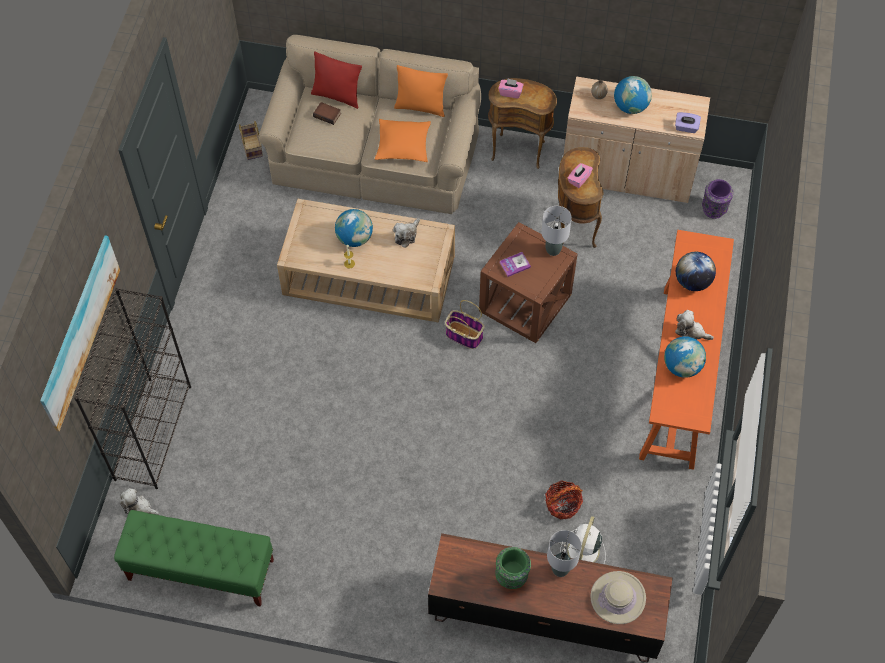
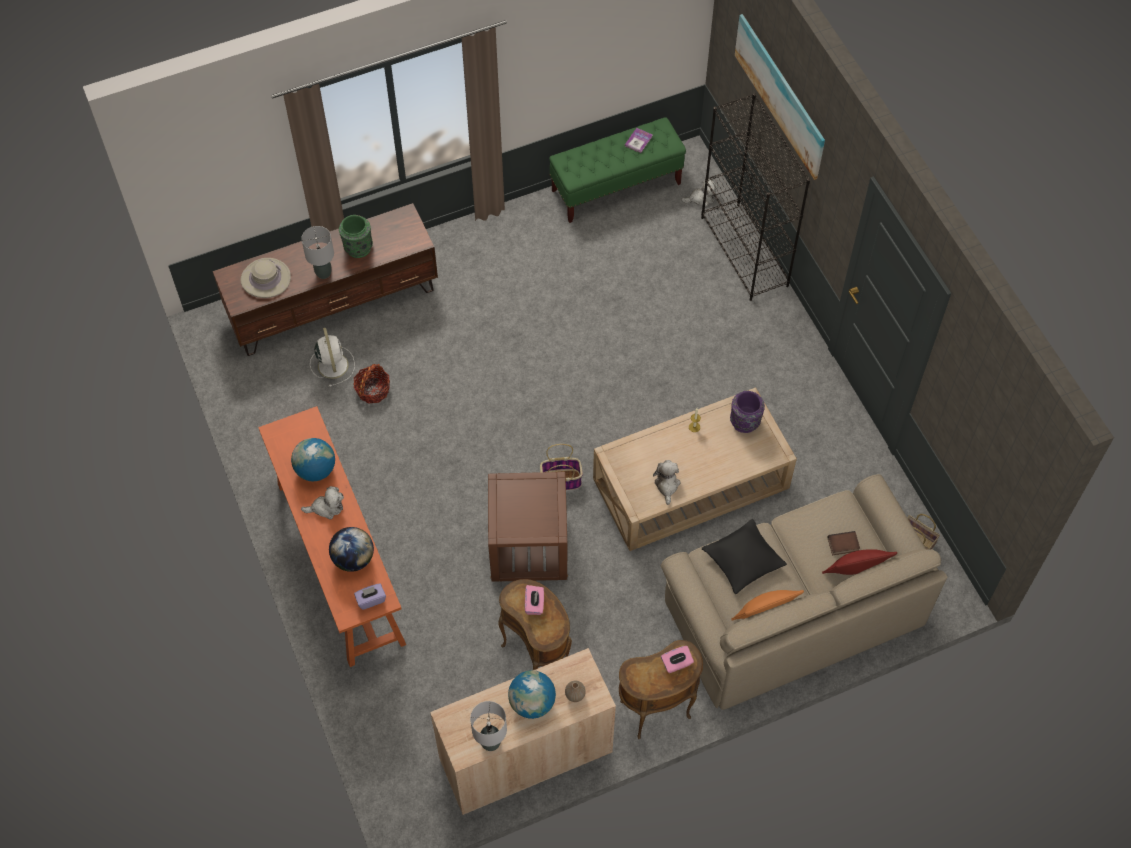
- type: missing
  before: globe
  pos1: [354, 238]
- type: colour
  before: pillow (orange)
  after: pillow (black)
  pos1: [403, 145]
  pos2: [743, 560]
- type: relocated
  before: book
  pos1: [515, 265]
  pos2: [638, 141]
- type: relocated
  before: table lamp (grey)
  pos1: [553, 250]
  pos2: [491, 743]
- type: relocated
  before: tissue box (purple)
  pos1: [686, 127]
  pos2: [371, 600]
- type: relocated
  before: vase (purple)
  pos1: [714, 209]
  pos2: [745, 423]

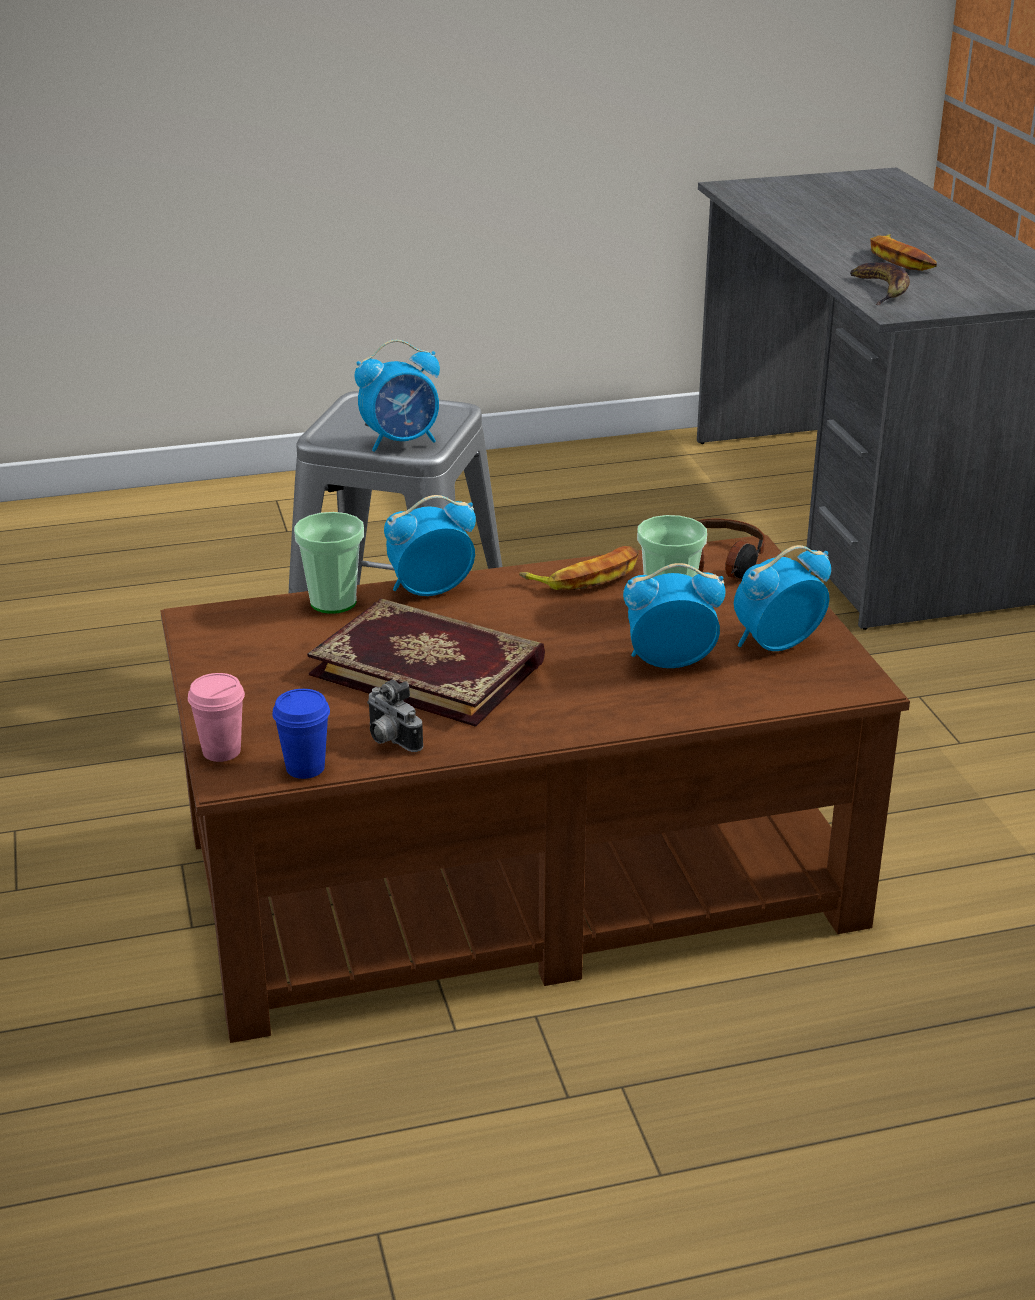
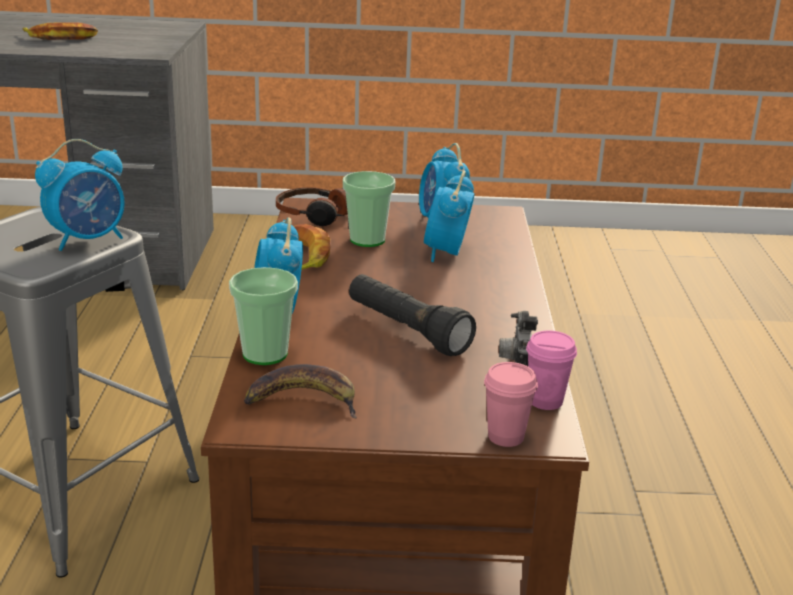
- type: colour
  before: cup (blue)
  after: cup (pink)
  pos1: [305, 768]
  pos2: [545, 401]
- type: exchanged
  before: book
  after: flashlight (black)
  pos1: [429, 667]
  pos2: [406, 331]
- type: spun
  before: alarm clock
  pos1: [401, 442]
  pos2: [88, 240]
  turn: 60
- type: spun
  before: photo camera
  pos1: [390, 740]
  pos2: [515, 361]
  turn: 120
- type: relocated
  before: banana
  pos1: [881, 290]
  pos2: [304, 400]

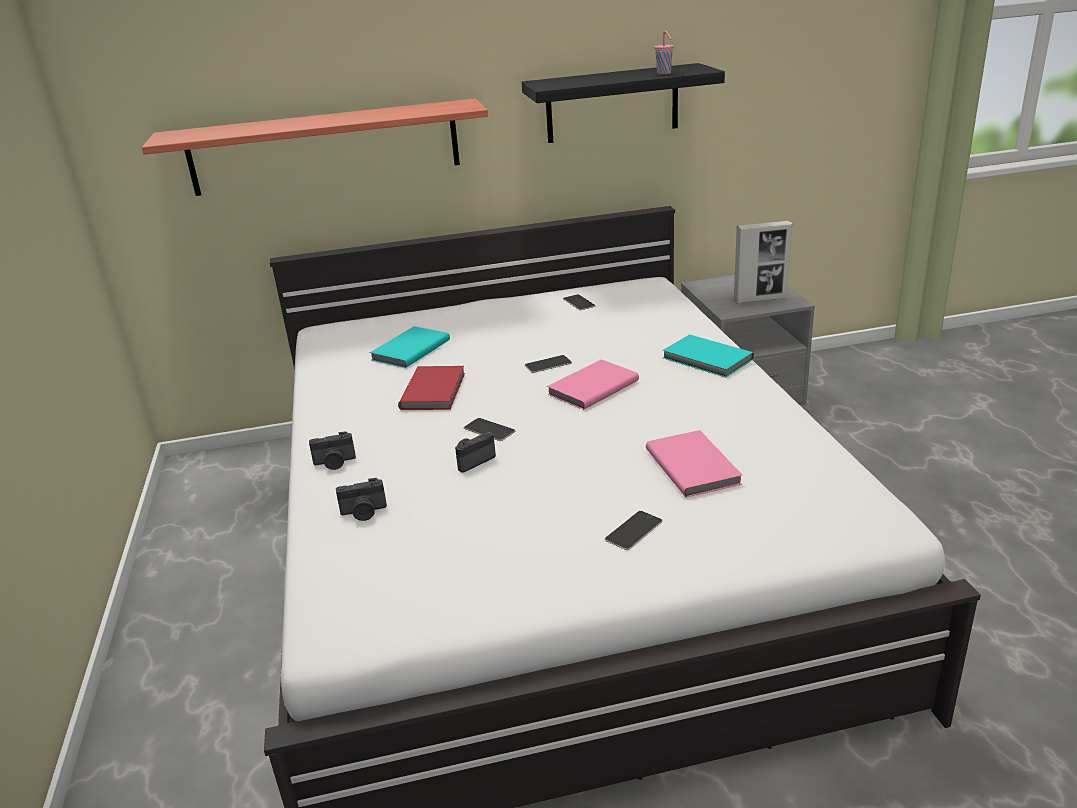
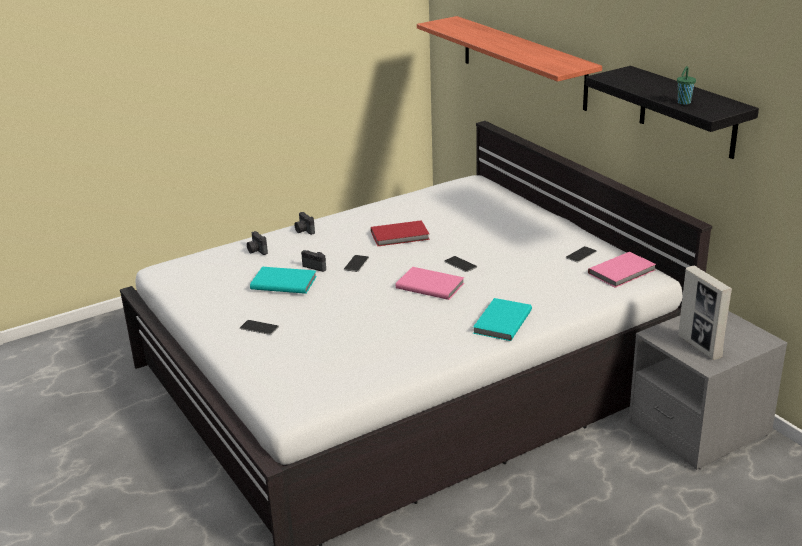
- type: relocated
  before: book (turquoise)
  pos1: [409, 350]
  pos2: [283, 282]
- type: relocated
  before: book (pink)
  pos1: [694, 465]
  pos2: [623, 272]
- type: colour
  before: cup (pink)
  after: cup (green)
  pos1: [664, 73]
  pos2: [683, 103]

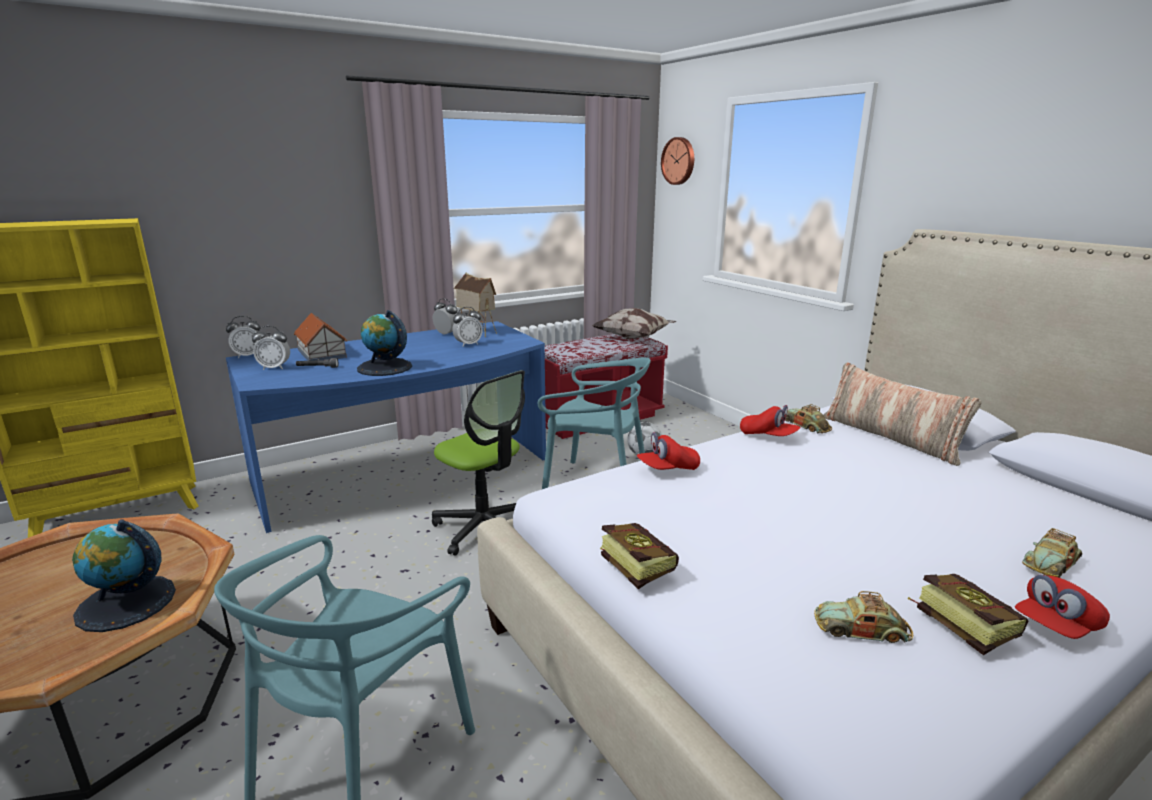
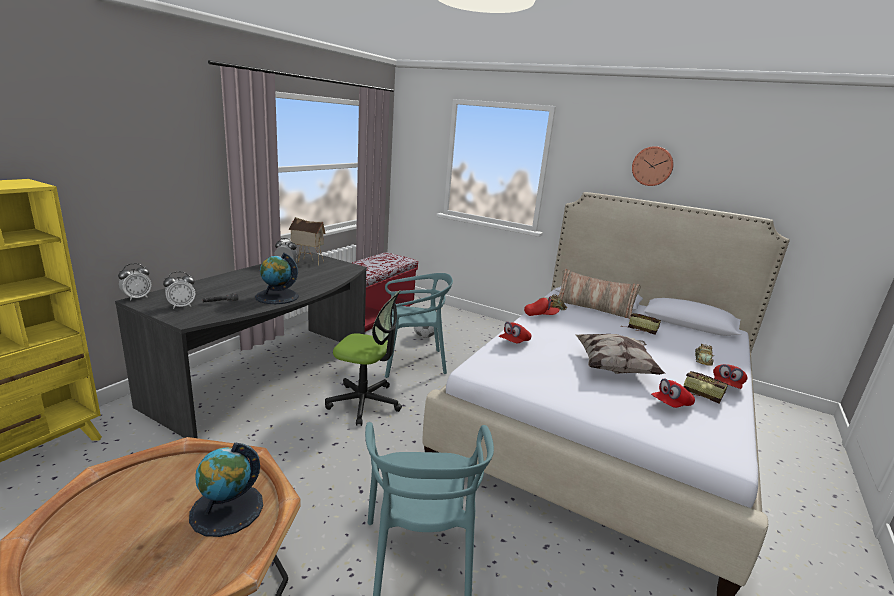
- type: colour
  before: desk (blue)
  after: desk (grey)
  pos1: [406, 474]
  pos2: [269, 376]
- type: missing
  before: toy house
  pos1: [322, 353]
- type: missing
  before: alarm clock
  pos1: [468, 344]
- type: relocated
  before: pillow
  pos1: [634, 338]
  pos2: [614, 368]
- type: relocated
  before: book
  pos1: [632, 566]
  pos2: [639, 329]
- type: relocated
  before: wall clock
  pos1: [679, 161]
  pos2: [652, 166]
- type: exchanged
  before: toy car
  after: cap (red)
  pos1: [861, 629]
  pos2: [670, 404]

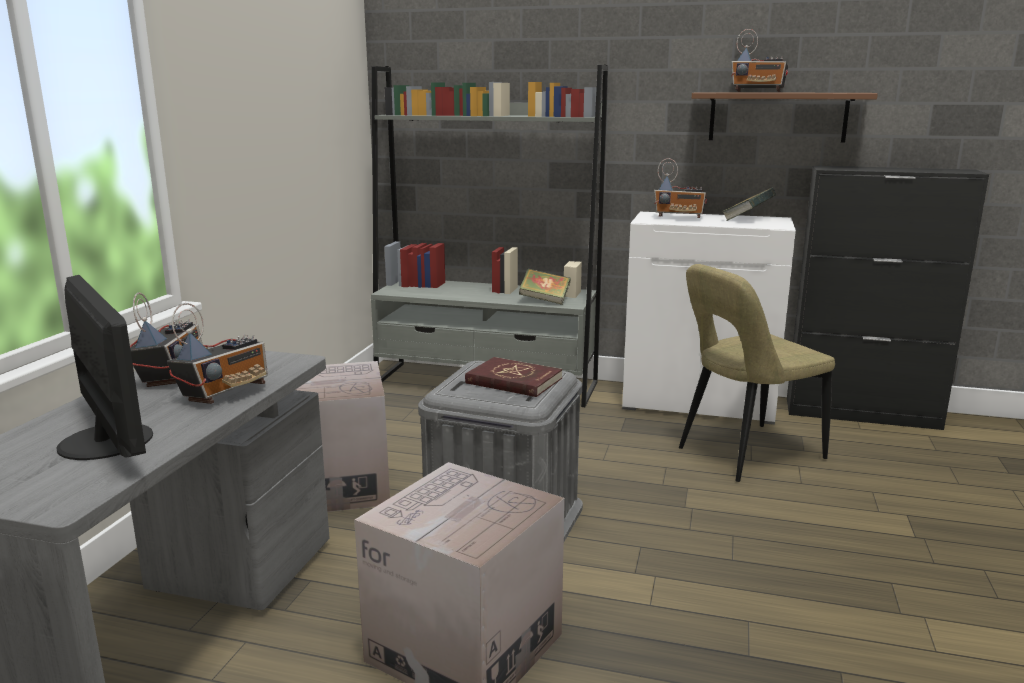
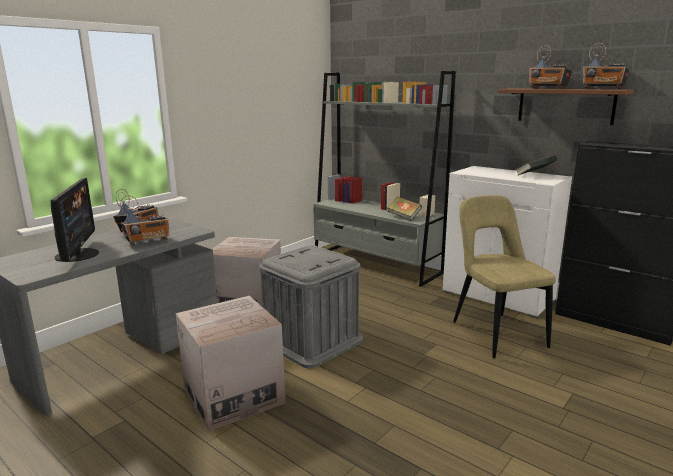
- type: missing
  before: book (red)
  pos1: [513, 381]
- type: relocated
  before: radio
  pos1: [679, 218]
  pos2: [603, 89]
- type: spun
  before: chair (beige)
  pos1: [745, 454]
  pos2: [495, 332]
  turn: 75

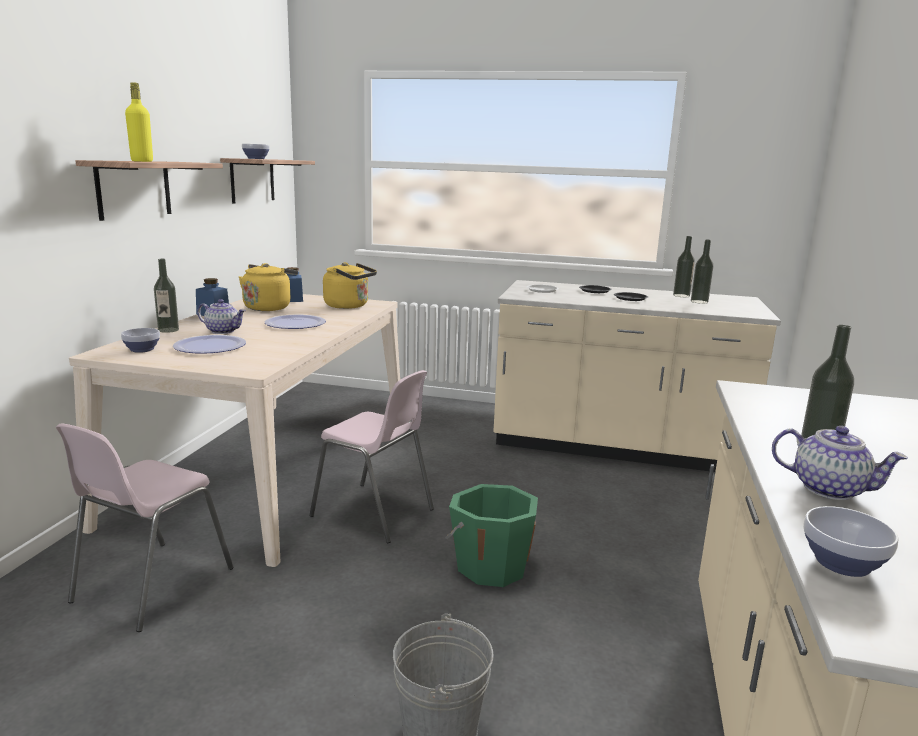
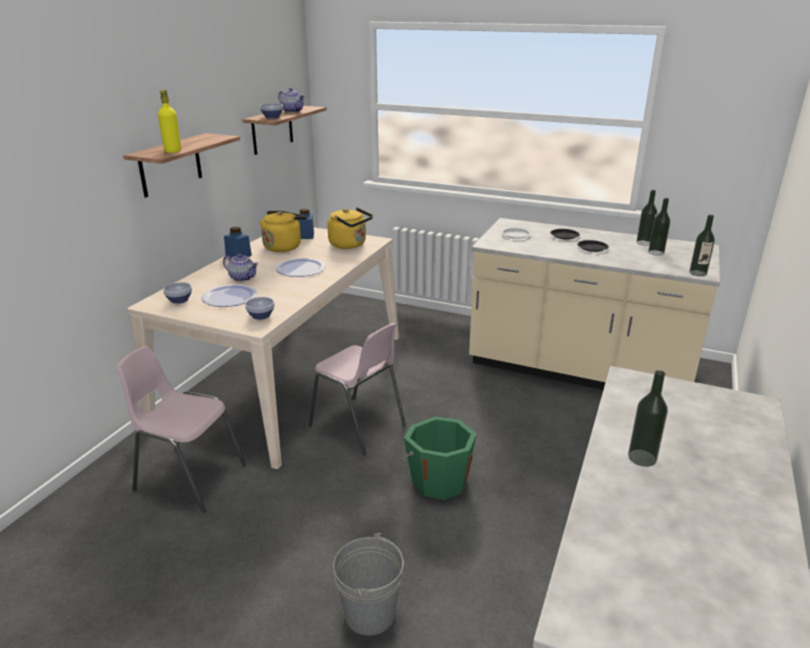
- type: spun
  before: chair (pink)
  pos1: [151, 585]
  pos2: [189, 477]
  turn: 75
- type: relocated
  before: bottle
  pos1: [168, 330]
  pos2: [698, 273]
- type: relocated
  before: teapot
  pos1: [829, 489]
  pos2: [293, 111]
- type: relocated
  before: bowl
  pos1: [843, 565]
  pos2: [260, 316]

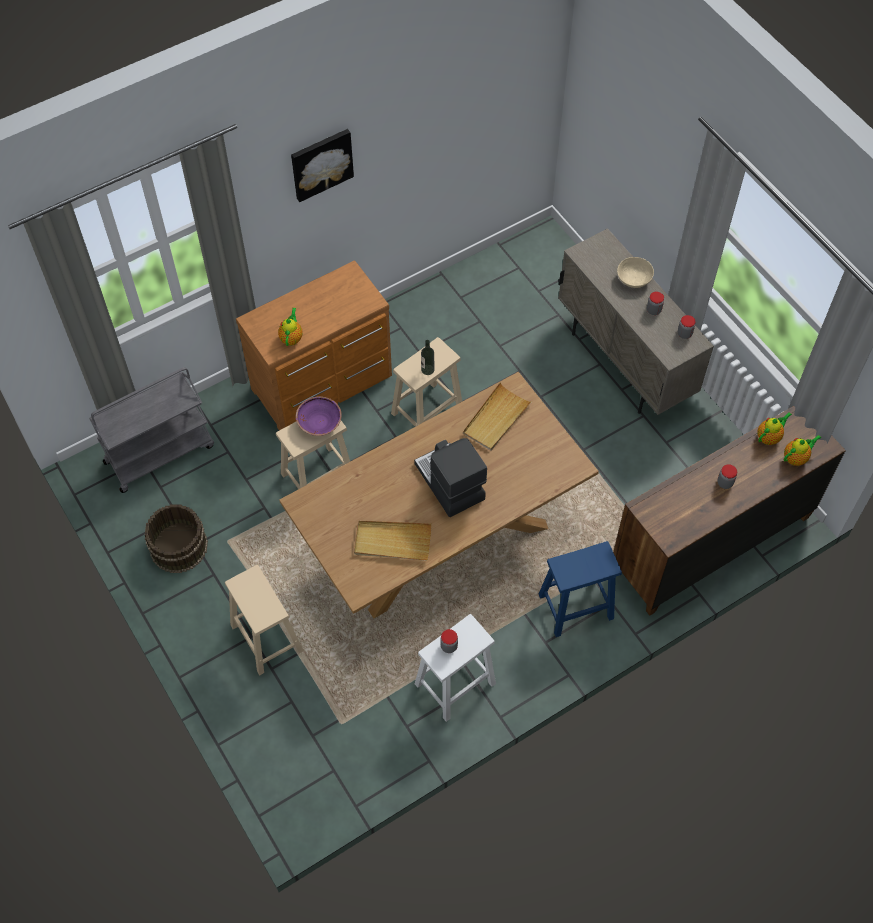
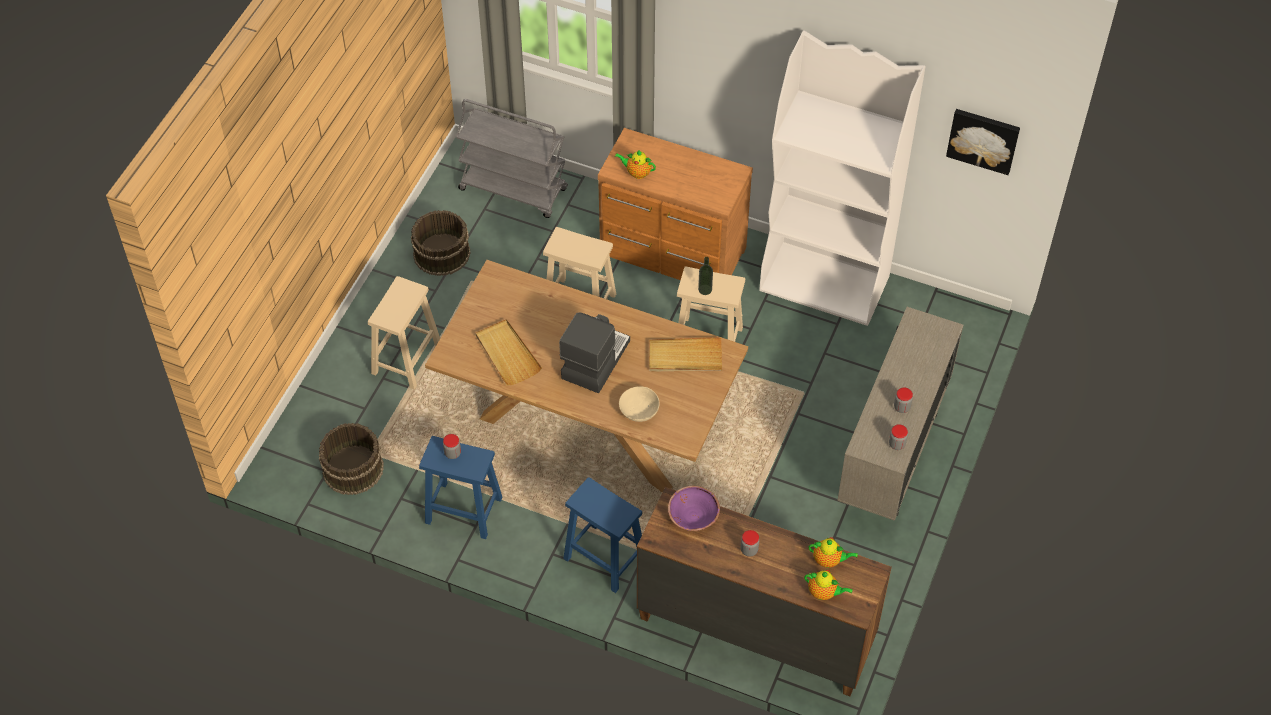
- type: spun
  before: teapot
  pos1: [291, 337]
  pos2: [637, 173]
  turn: -135
- type: relocated
  before: picture
  pos1: [321, 163]
  pos2: [983, 139]
- type: relocated
  before: bowl (purple)
  pos1: [319, 423]
  pos2: [693, 516]
- type: colour
  before: stool (white)
  after: stool (blue)
  pos1: [454, 685]
  pos2: [462, 510]
- type: relocated
  before: bowl (beige)
  pos1: [634, 280]
  pos2: [639, 411]
- type: appeared
  after: bucket (brown)
  pos2: [352, 468]
- type: appeared
  after: bookcase (white)
  pos2: [825, 283]

